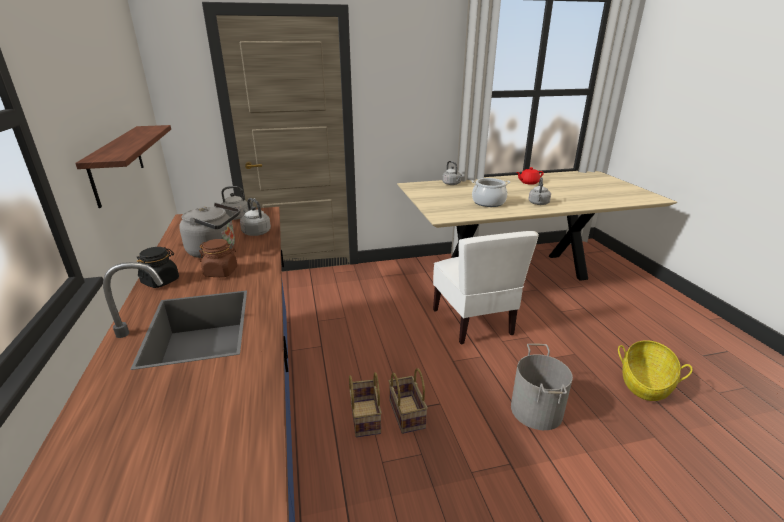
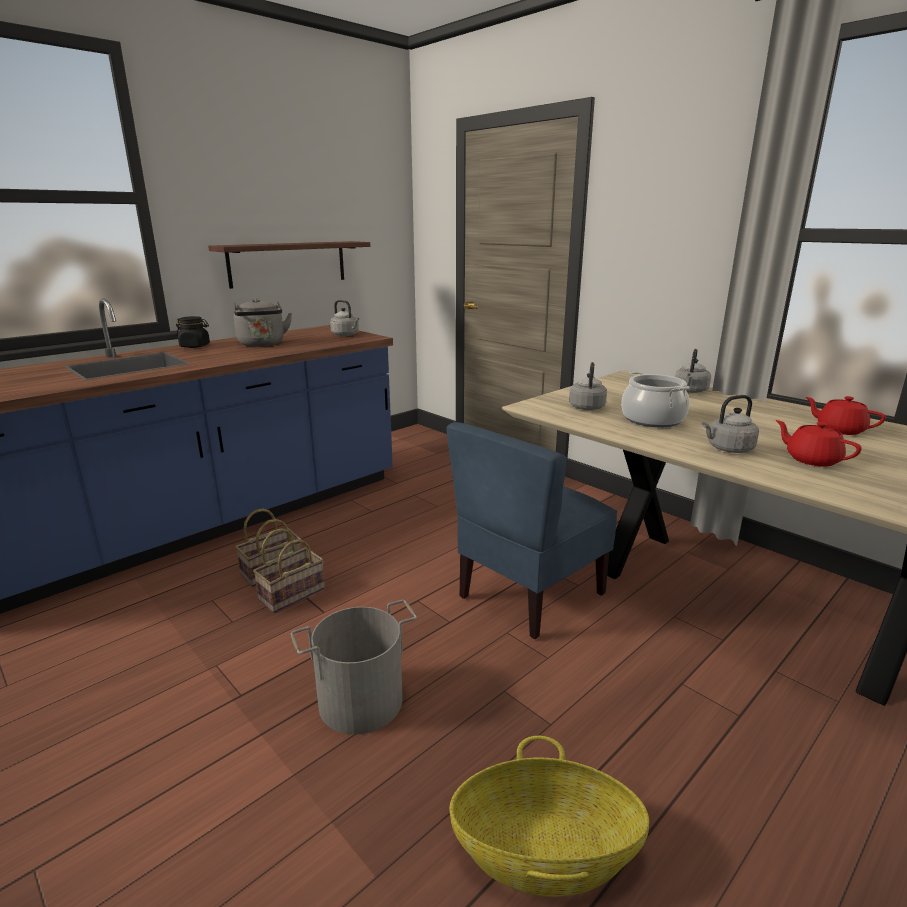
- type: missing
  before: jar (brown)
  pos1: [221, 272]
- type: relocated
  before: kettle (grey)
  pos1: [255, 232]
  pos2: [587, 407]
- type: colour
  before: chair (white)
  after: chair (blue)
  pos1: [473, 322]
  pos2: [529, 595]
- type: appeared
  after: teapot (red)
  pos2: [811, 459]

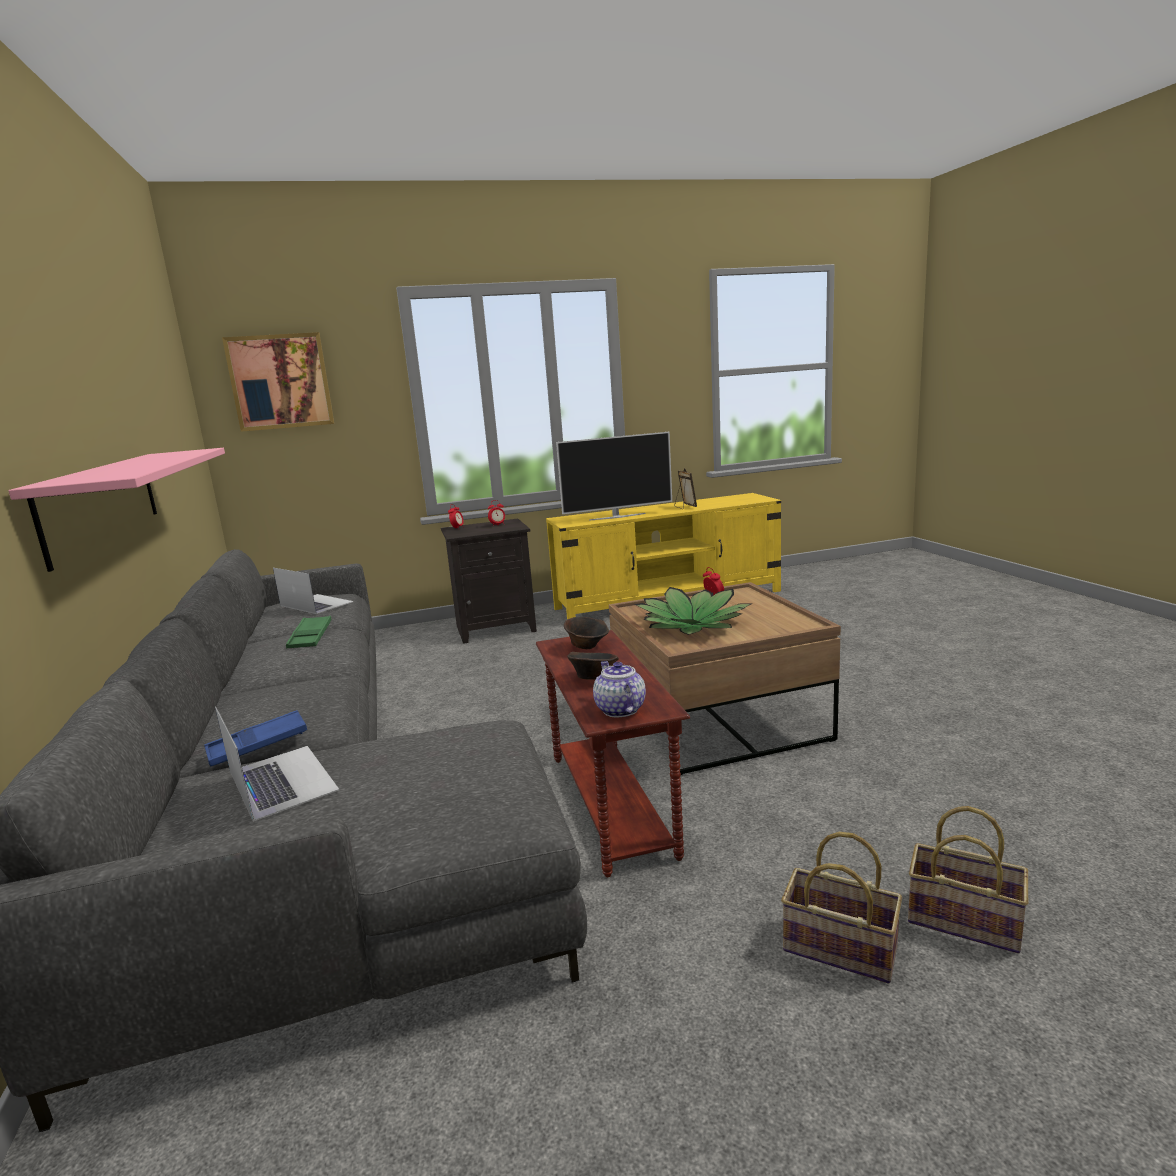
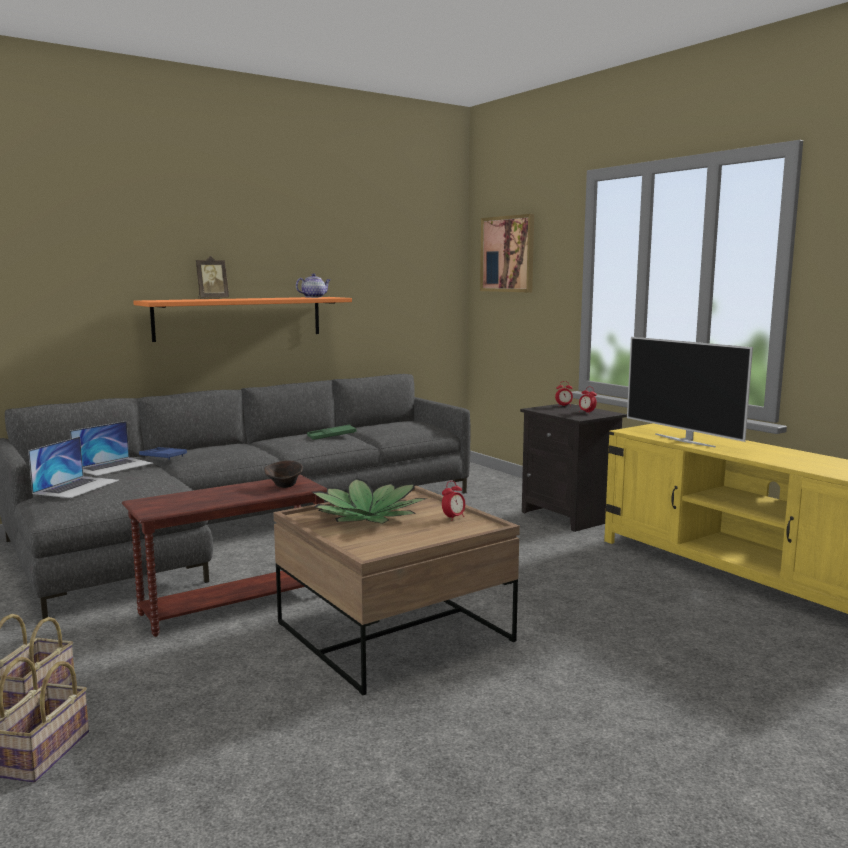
- type: colour
  before: shelf (pink)
  after: shelf (orange)
  pos1: [103, 502]
  pos2: [239, 318]
- type: relocated
  before: laptop
  pos1: [316, 604]
  pos2: [77, 486]
- type: missing
  before: bowl (brown)
  pos1: [593, 678]
- type: relocated
  before: teapot
  pos1: [619, 709]
  pos2: [314, 297]
- type: relocated
  before: picture frame
  pos1: [685, 507]
  pos2: [212, 299]

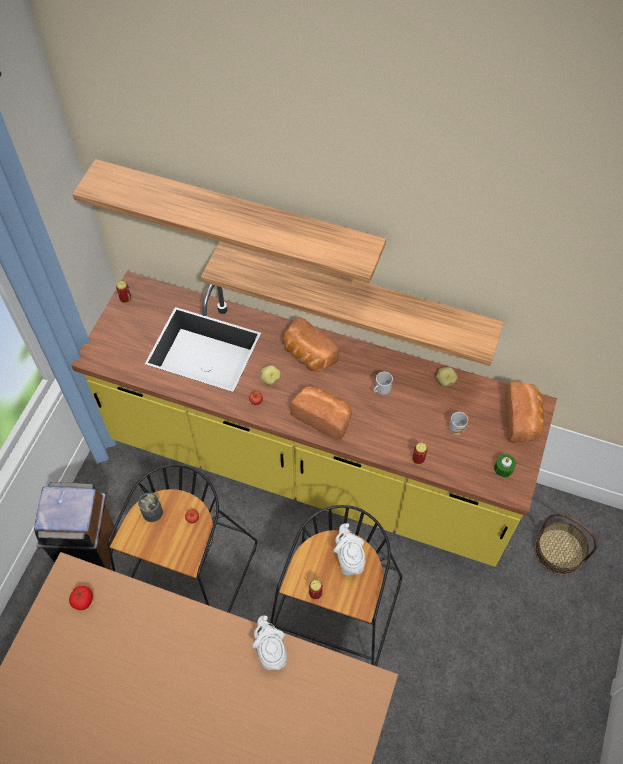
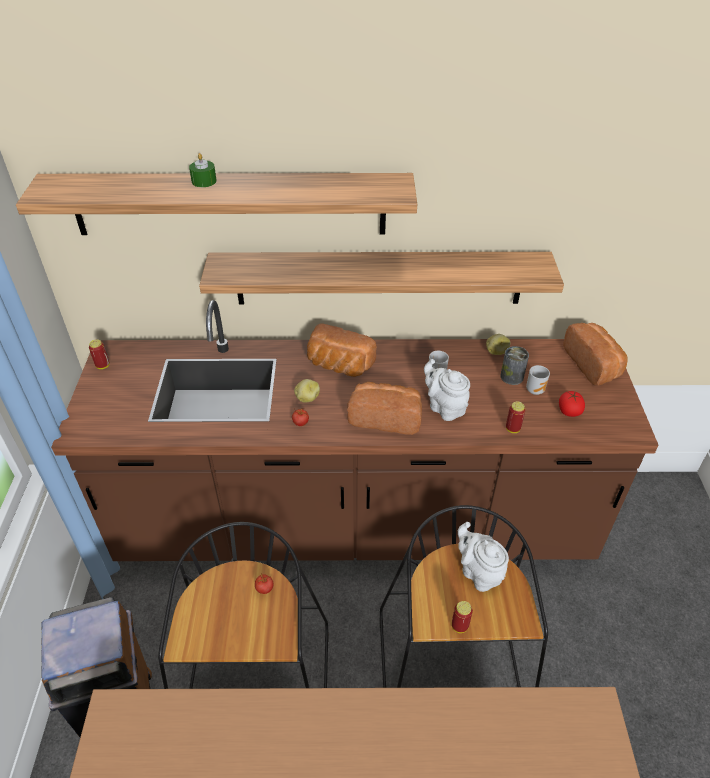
- type: relocated
  before: tomato
  pos1: [83, 600]
  pos2: [569, 411]
- type: colour
  before: counter (yellow)
  after: counter (brown)
  pos1: [311, 468]
  pos2: [355, 526]
- type: relocated
  before: can
  pos1: [152, 512]
  pos2: [512, 377]
- type: relocated
  before: teapot (white)
  pos1: [271, 652]
  pos2: [444, 407]
- type: relocated
  before: candle (green)
  pos1: [503, 468]
  pos2: [204, 181]
- type: missing
  before: basket
  pos1: [559, 551]

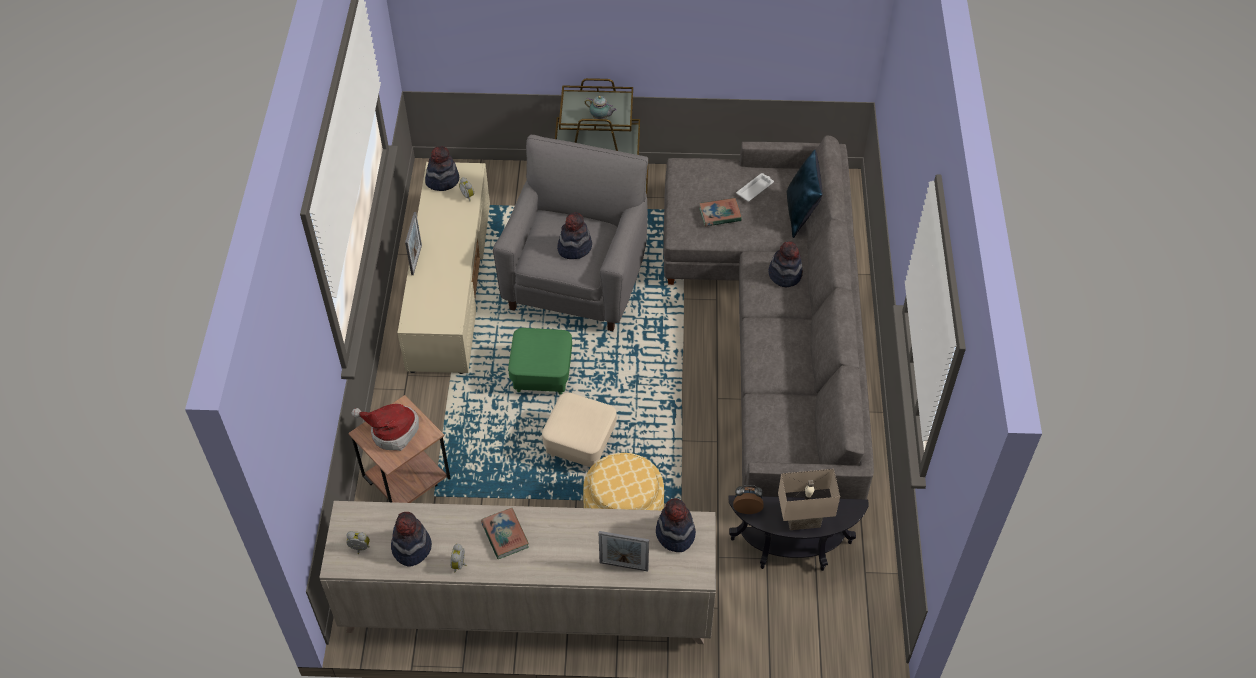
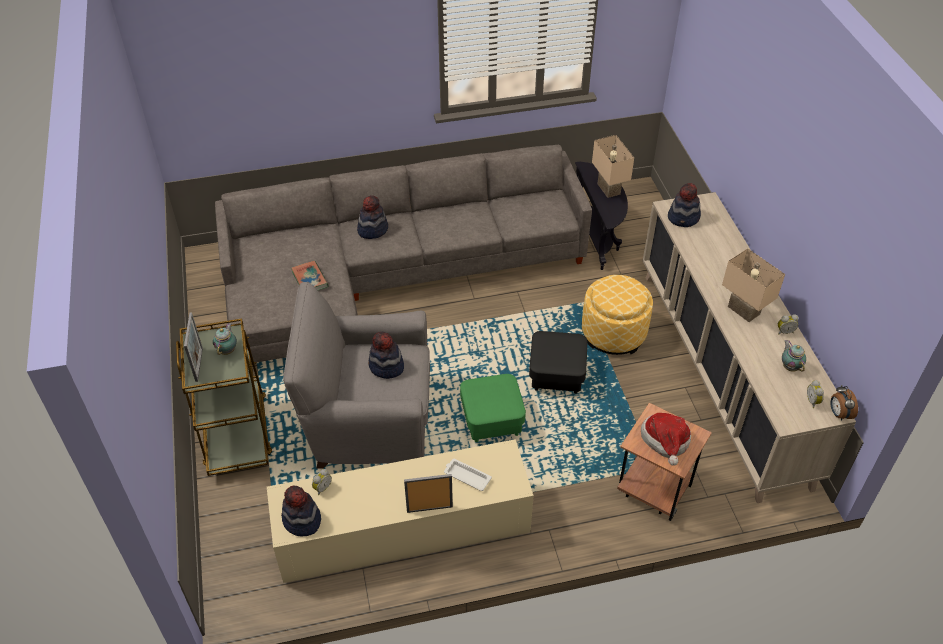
- type: exchanged
  before: hat
  after: teapot
  pos1: [411, 547]
  pos2: [790, 366]
- type: exchanged
  before: book
  after: table lamp (beige)
  pos1: [505, 535]
  pos2: [742, 311]
- type: colour
  before: ottoman (beige)
  after: ottoman (black)
  pos1: [580, 444]
  pos2: [556, 376]
- type: relocated
  before: picture frame
  pos1: [623, 566]
  pos2: [199, 364]
- type: relocated
  before: alarm clock
  pos1: [747, 507]
  pos2: [838, 414]
- type: relocated
  before: tray (white)
  pos1: [755, 189]
  pos2: [466, 476]
- type: missing
  before: pillow (blue)
  pos1: [801, 214]

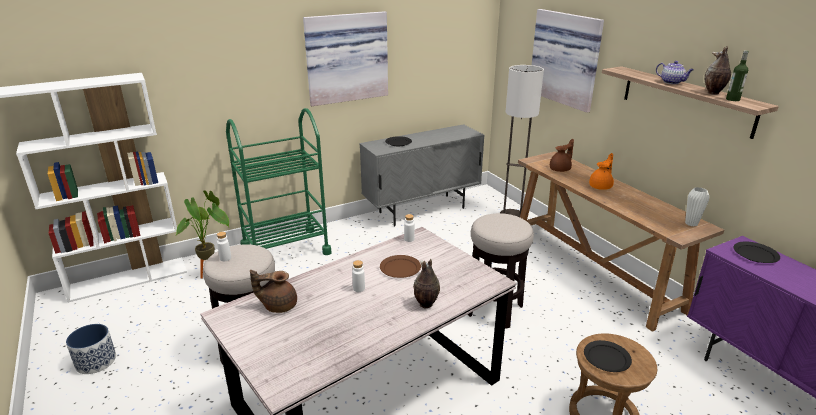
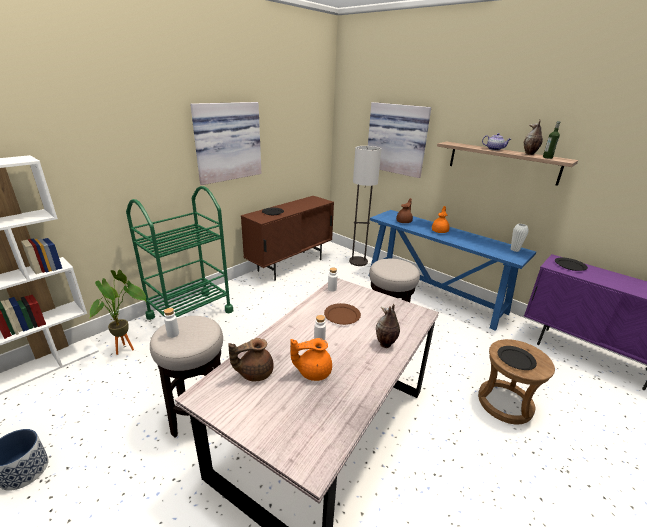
- type: colour
  before: cabinet (grey)
  after: cabinet (brown)
  pos1: [422, 210]
  pos2: [290, 265]
- type: colour
  before: console table (brown)
  after: console table (blue)
  pos1: [593, 271]
  pos2: [434, 293]
- type: appeared
  after: teapot (orange)
  pos2: [313, 371]

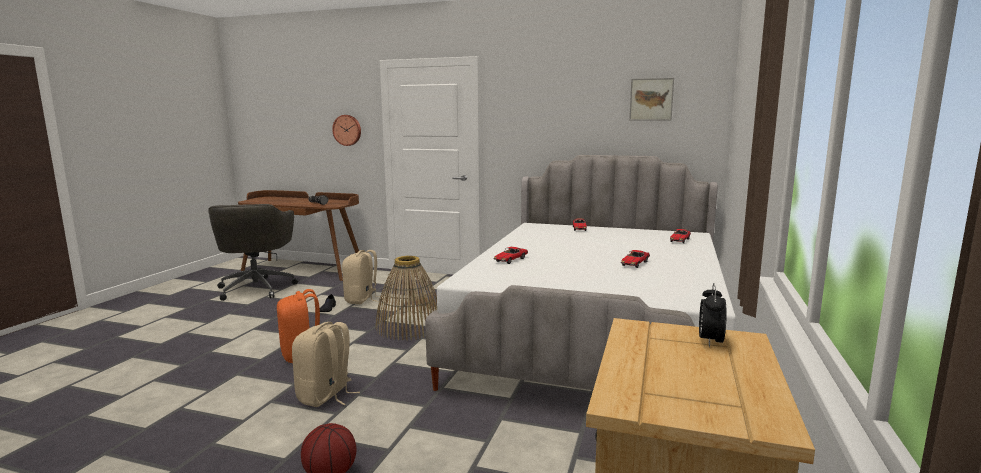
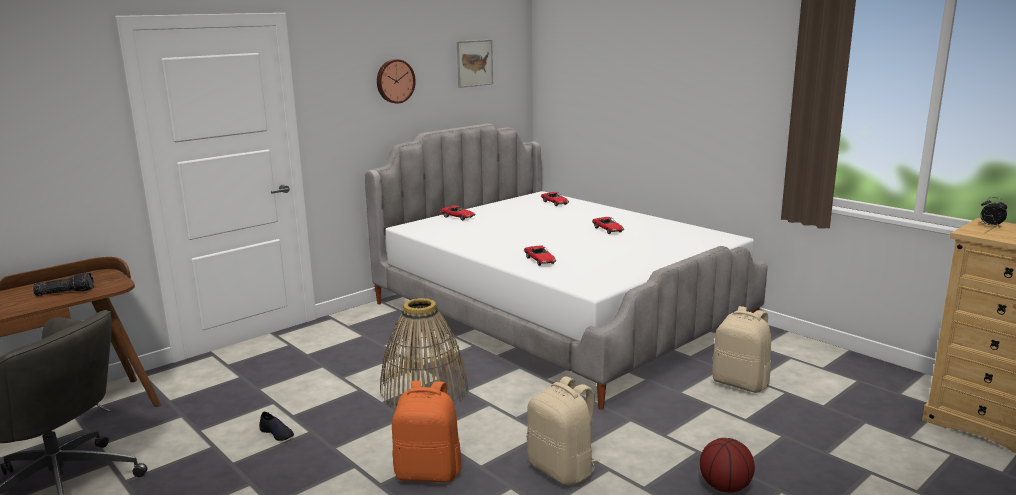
- type: relocated
  before: wall clock
  pos1: [347, 130]
  pos2: [394, 81]
- type: relocated
  before: backpack (beige)
  pos1: [362, 299]
  pos2: [741, 383]

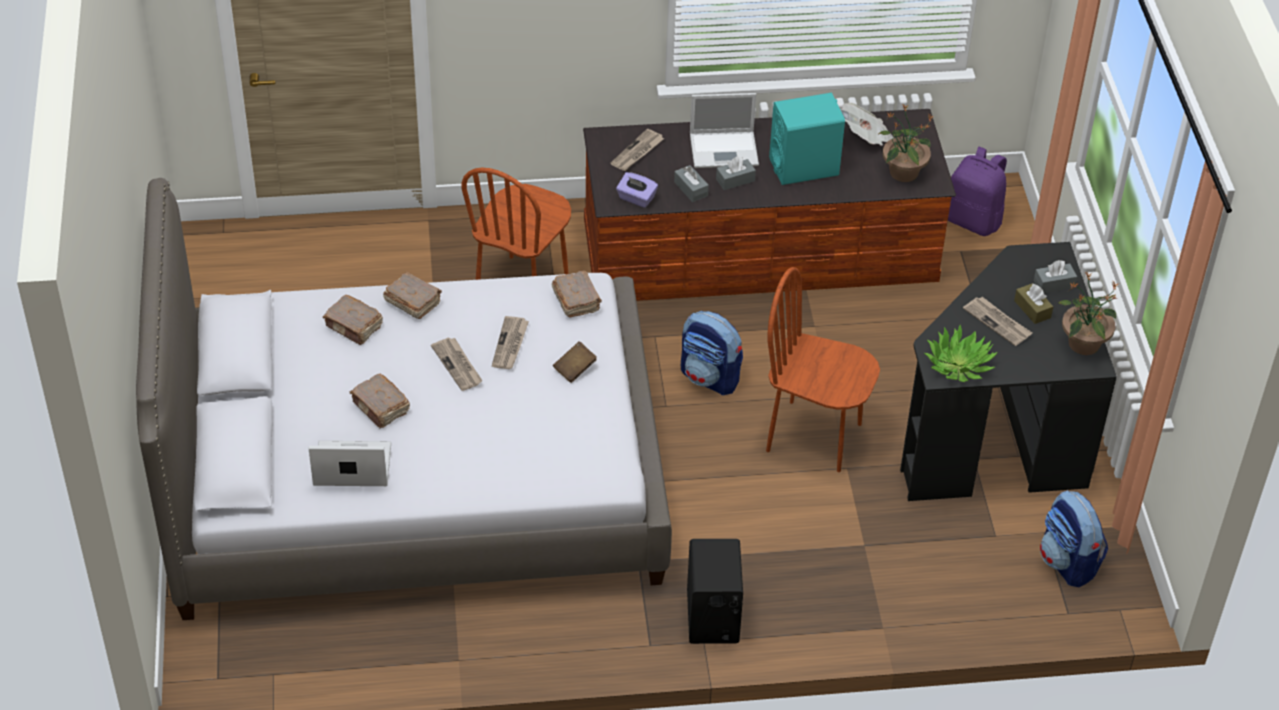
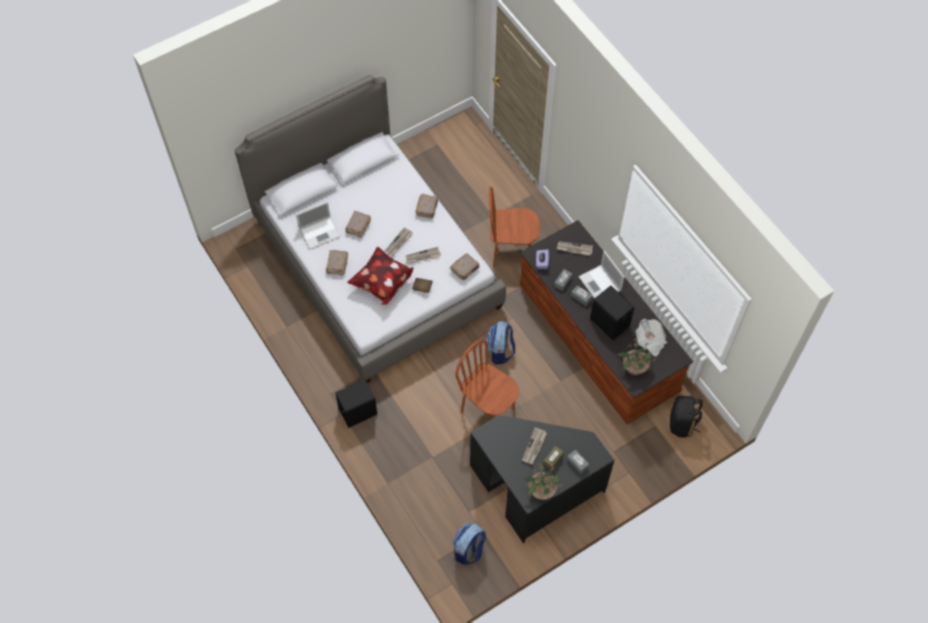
- type: spun
  before: laptop
  pos1: [350, 466]
  pos2: [320, 232]
  turn: 90
- type: relocated
  before: book (brown)
  pos1: [354, 327]
  pos2: [337, 265]
- type: spun
  before: chair (brown)
  pos1: [814, 436]
  pos2: [488, 409]
  turn: -45
- type: colour
  before: speaker (turquoise)
  after: speaker (black)
  pos1: [804, 167]
  pos2: [610, 323]
- type: missing
  before: potted plant
  pos1: [958, 365]
- type: colour
  before: backpack (purple)
  after: backpack (black)
  pos1: [973, 220]
  pos2: [682, 424]
- type: appeared
  after: pillow
  pos2: [381, 283]

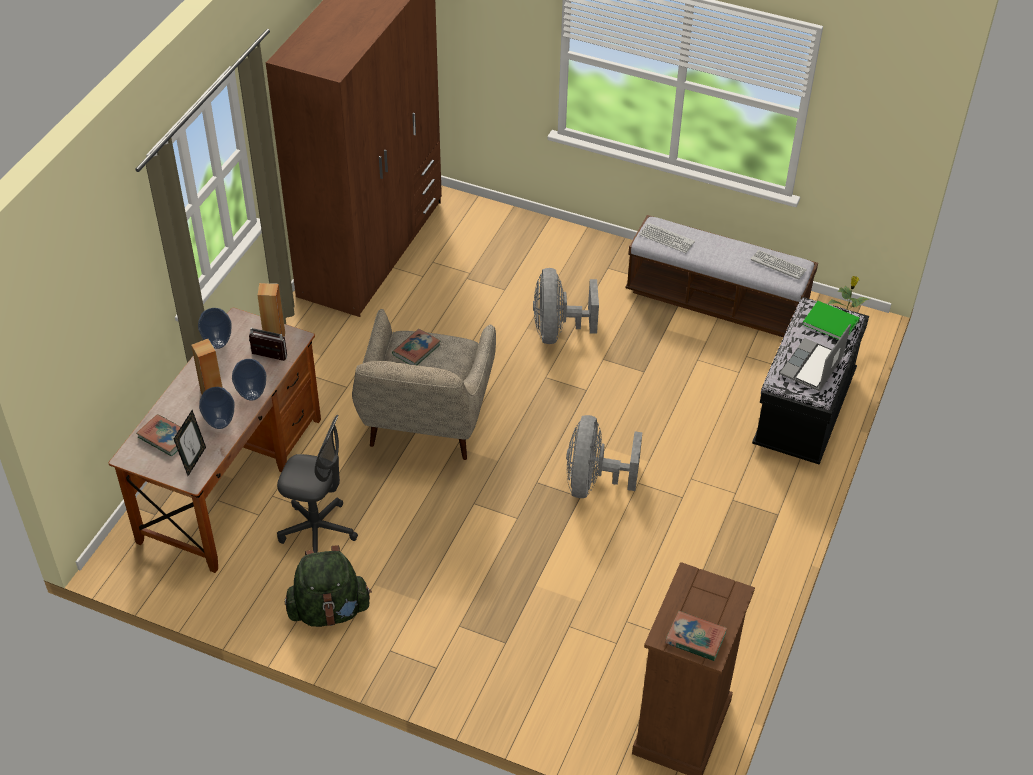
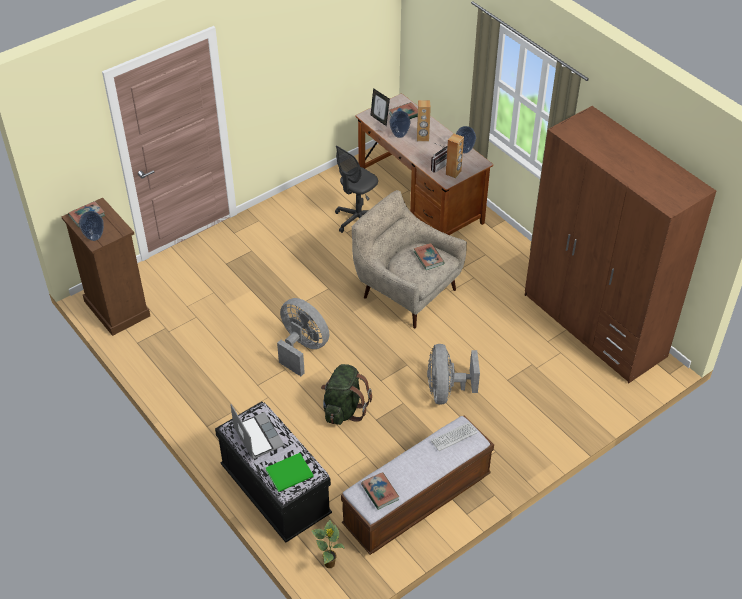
- type: relocated
  before: vase
  pos1: [252, 395]
  pos2: [94, 237]
- type: relocated
  before: backpack (green)
  pos1: [329, 610]
  pos2: [344, 409]
- type: spun
  before: fan (grey)
  pos1: [558, 331]
  pos2: [446, 391]
  turn: -120
- type: exchanged
  before: keyboard
  after: book
  pos1: [778, 265]
  pos2: [380, 492]

